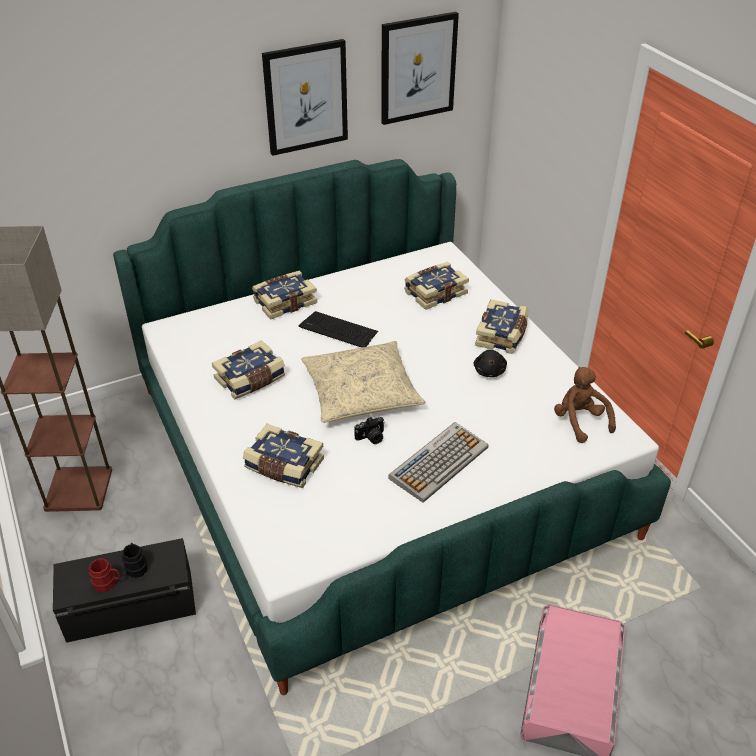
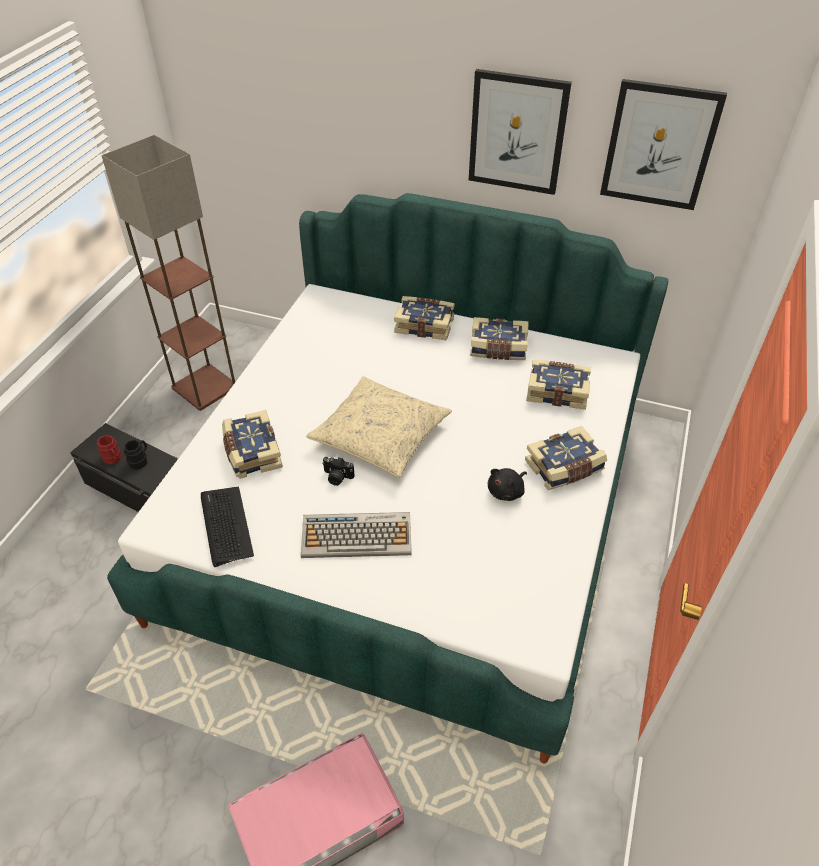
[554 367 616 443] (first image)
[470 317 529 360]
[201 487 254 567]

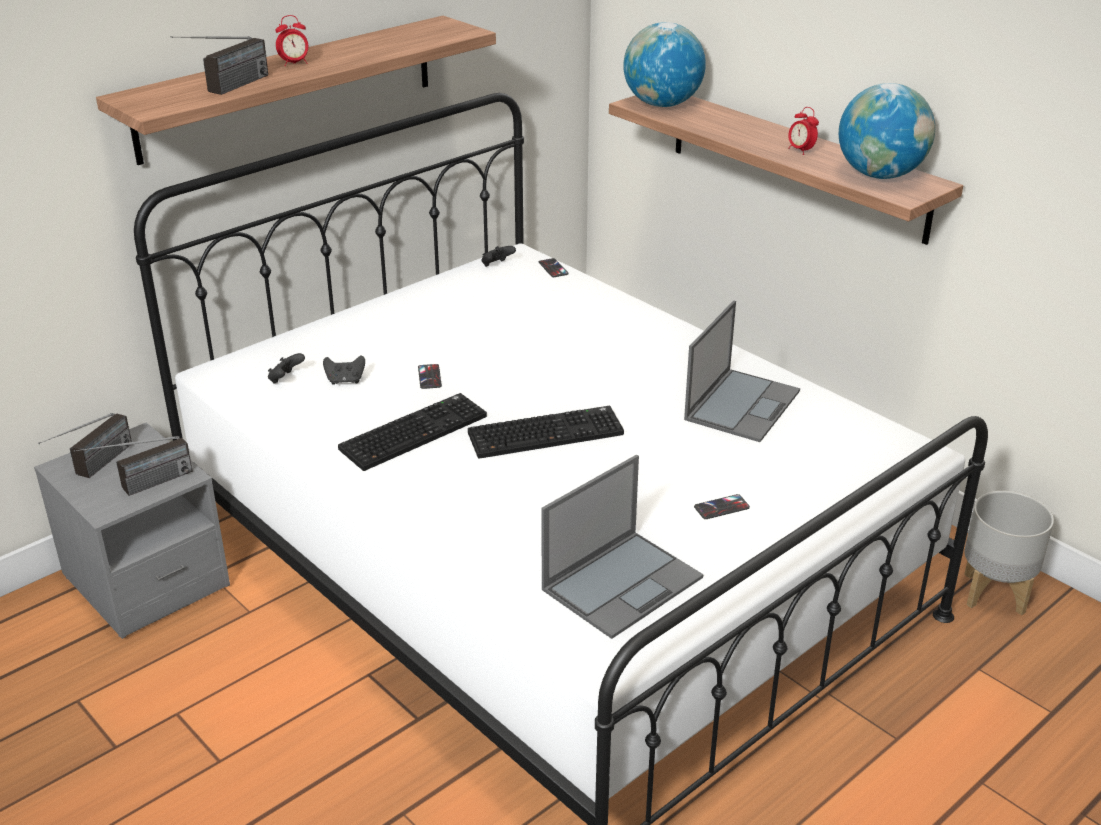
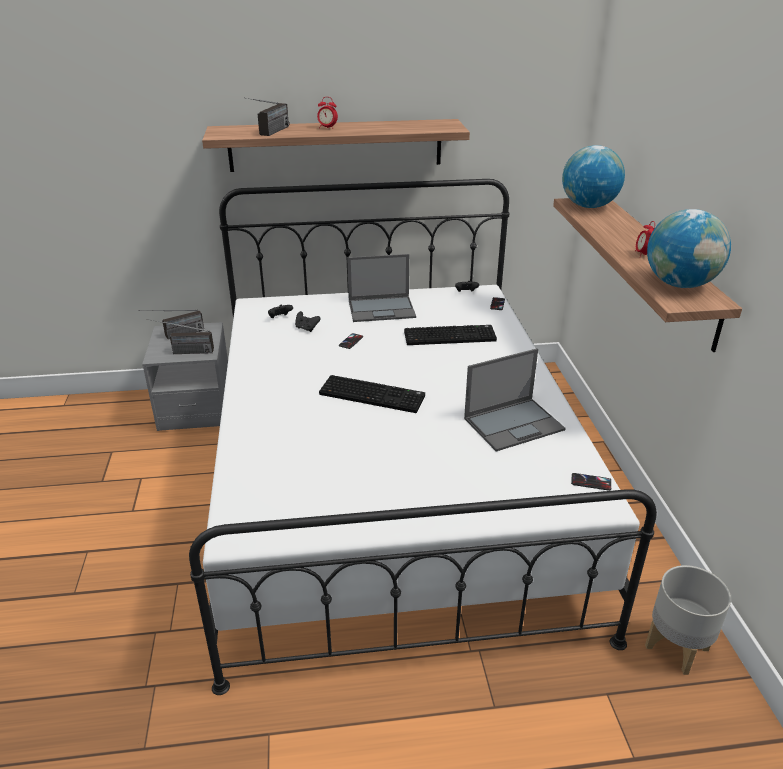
[404 325 497 345]
[347 254 416 322]
[571 473 611 491]
[244 97 290 136]

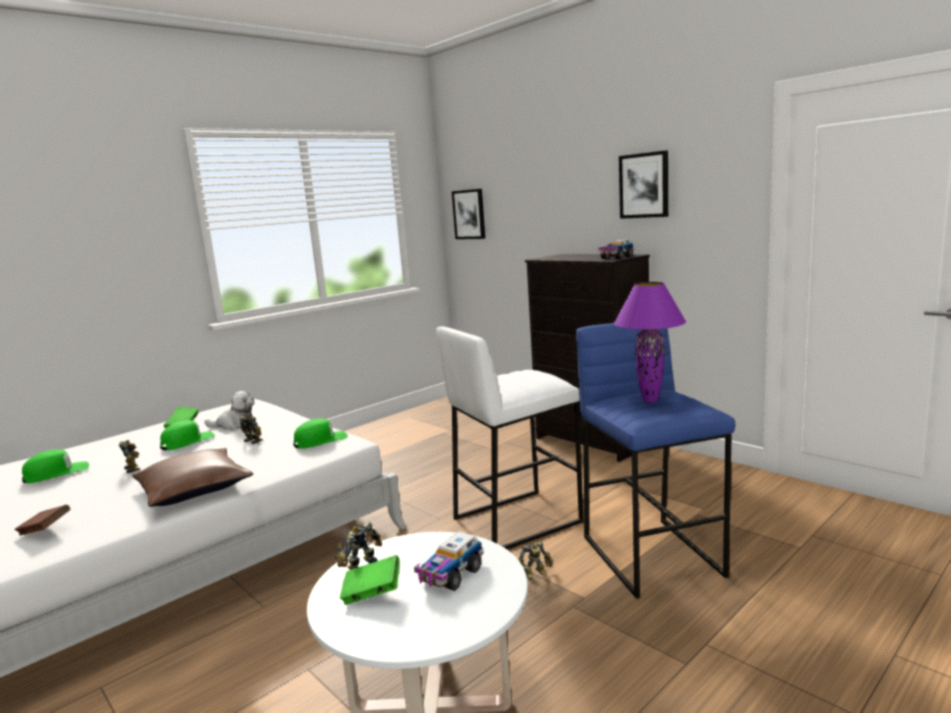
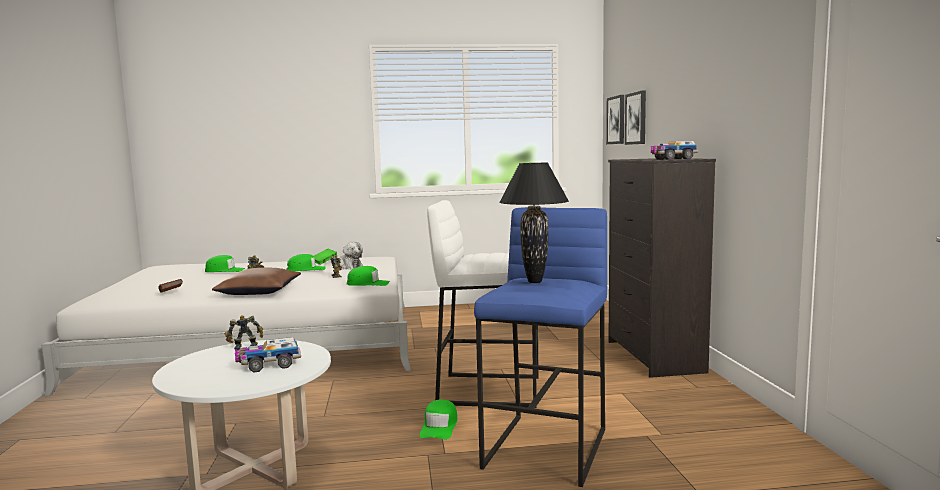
[340 555 400 605] (first image)
[625 90 646 145]
[419 399 457 439]
[499 163 569 283]

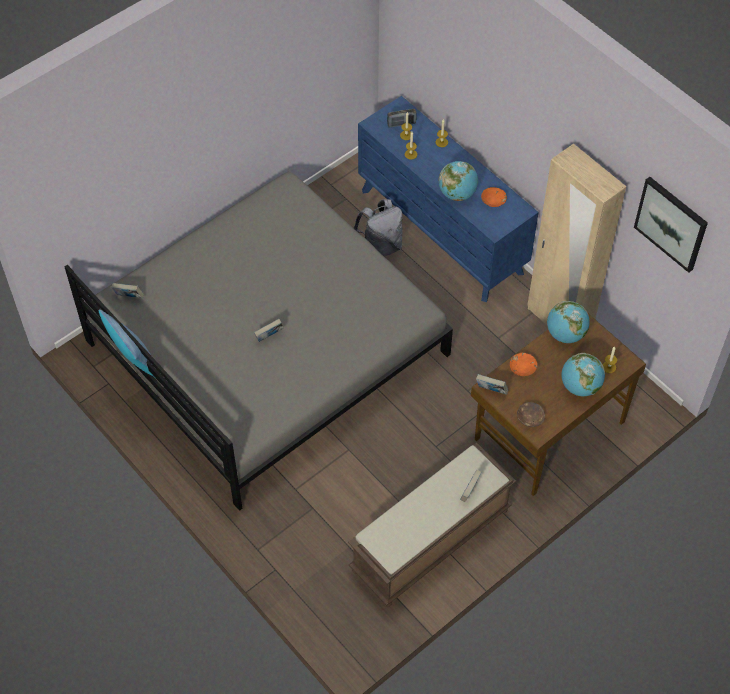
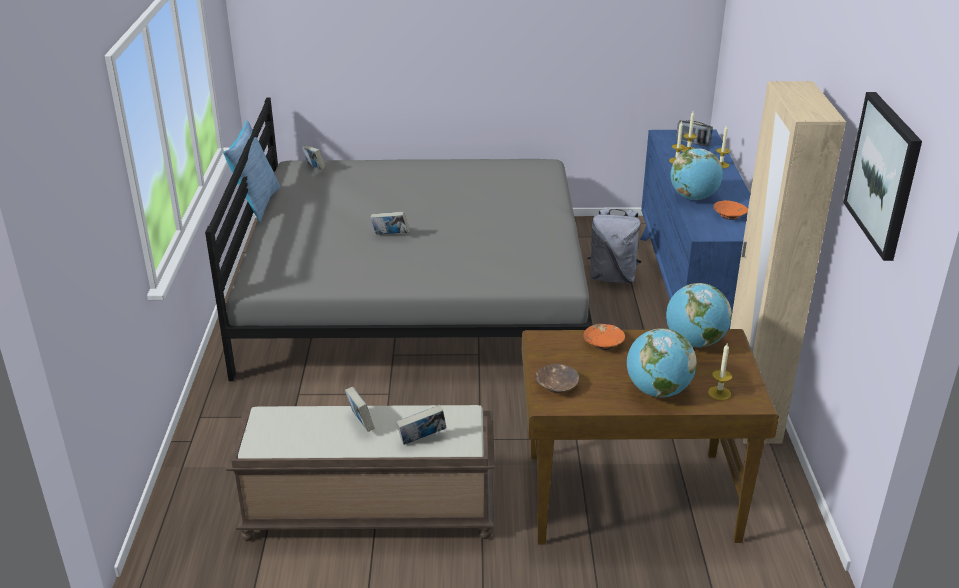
[345 387 374 432]

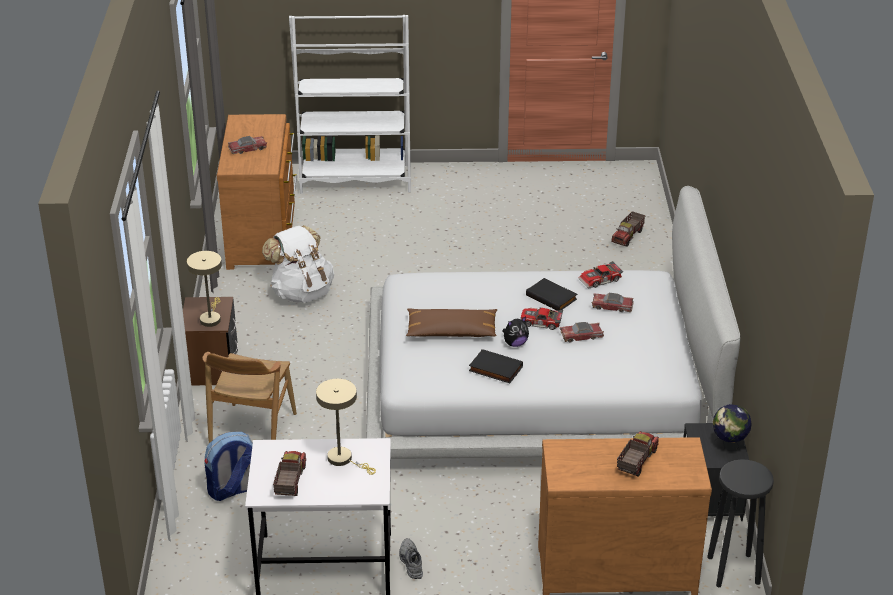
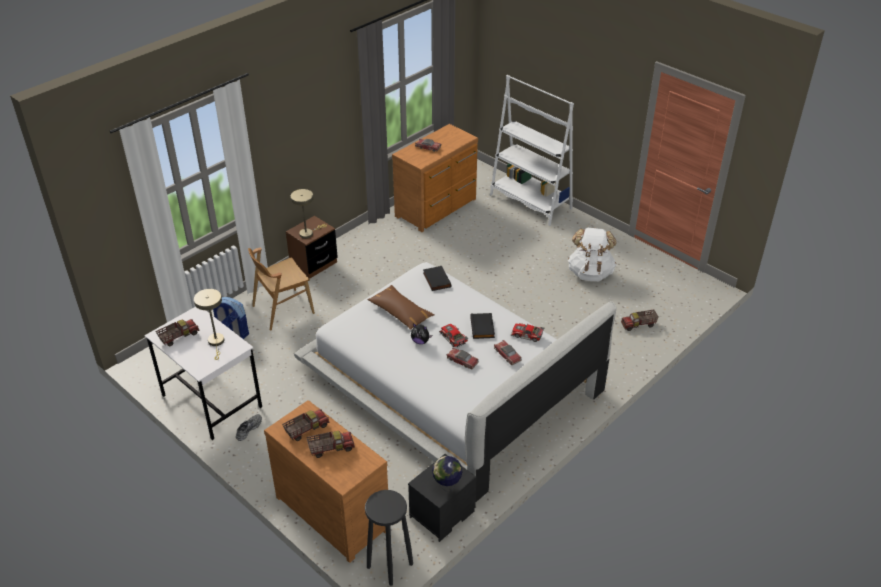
[282 409 329 441]
[568 228 616 281]
[423 266 452 291]

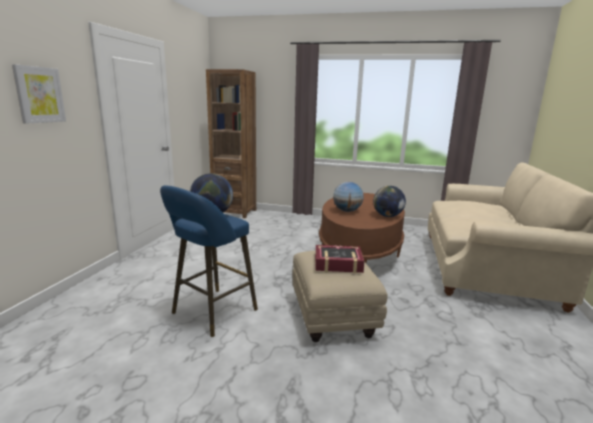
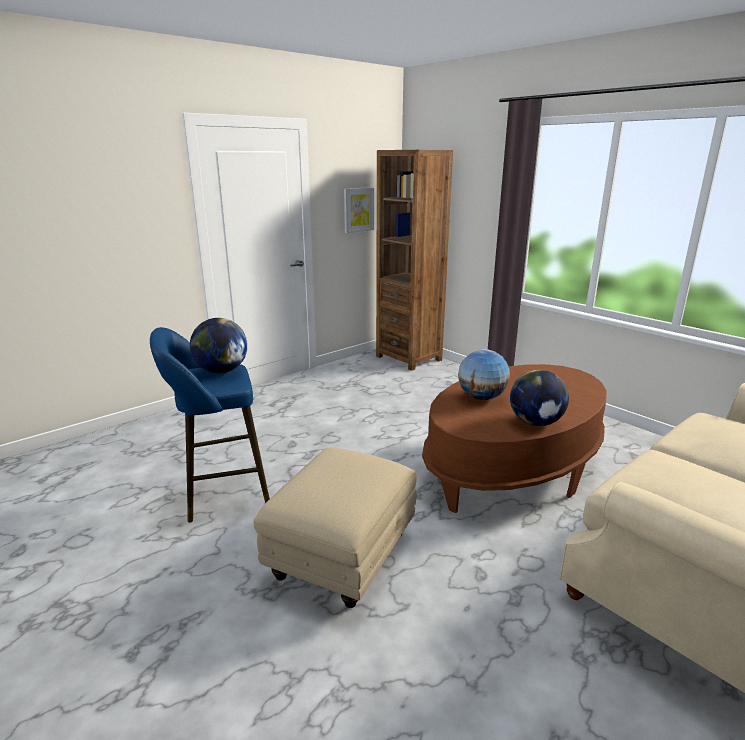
[315 245 365 273] (first image)
[344 187 374 233]

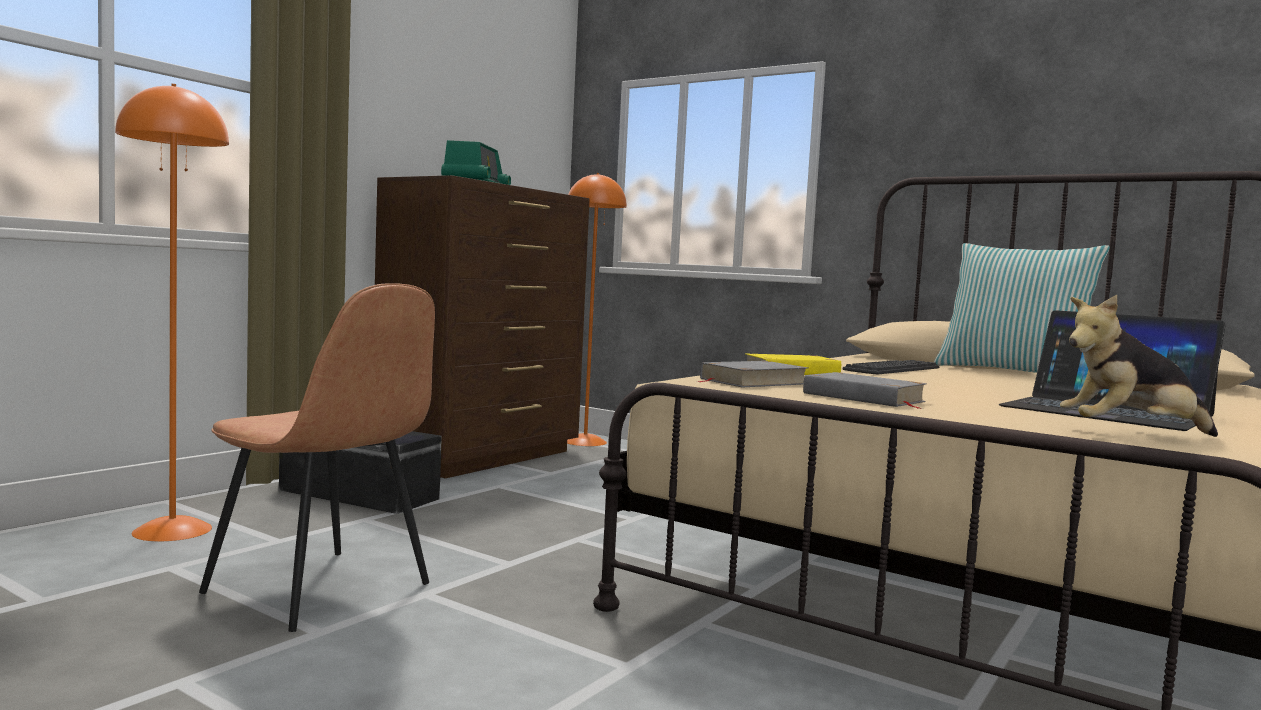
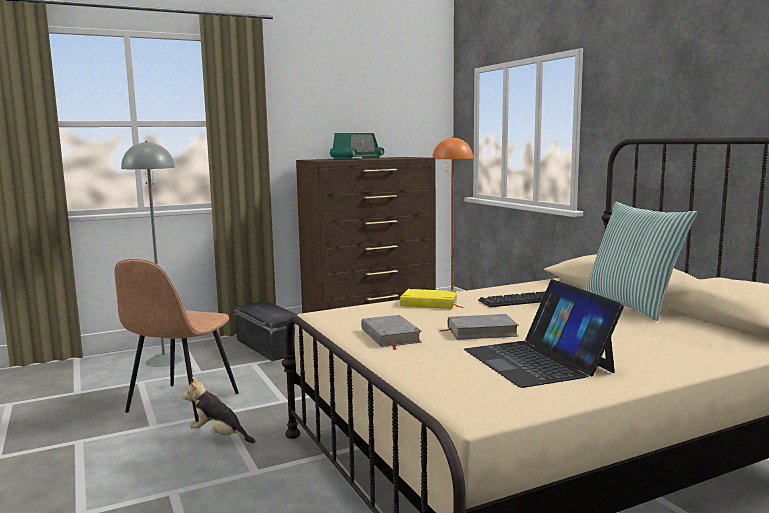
[439 314 519 340]
[182 377 256 443]
[121 141 183 367]
[114 259 239 422]

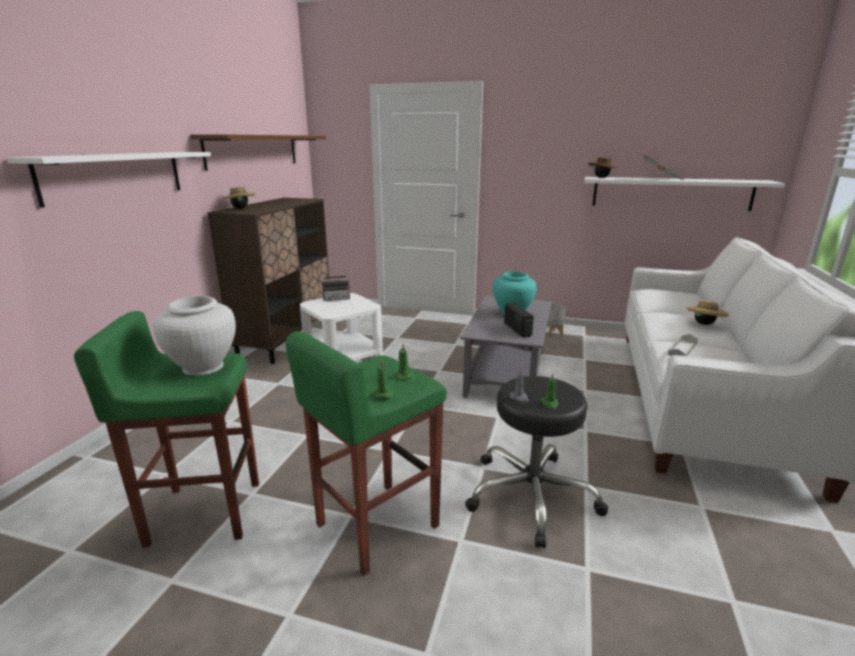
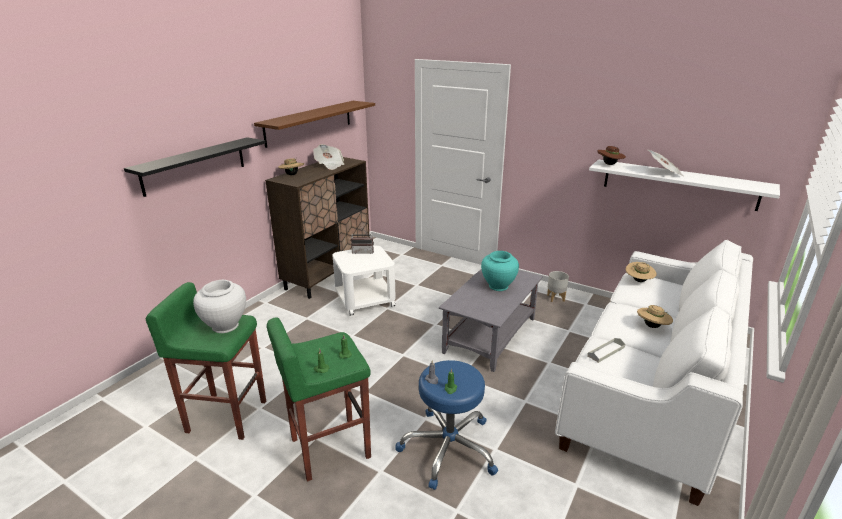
[504 303 534 338] (first image)
[313 144 344 170]
[626 262 657 282]
[124 137 266 197]
[395 360 498 490]

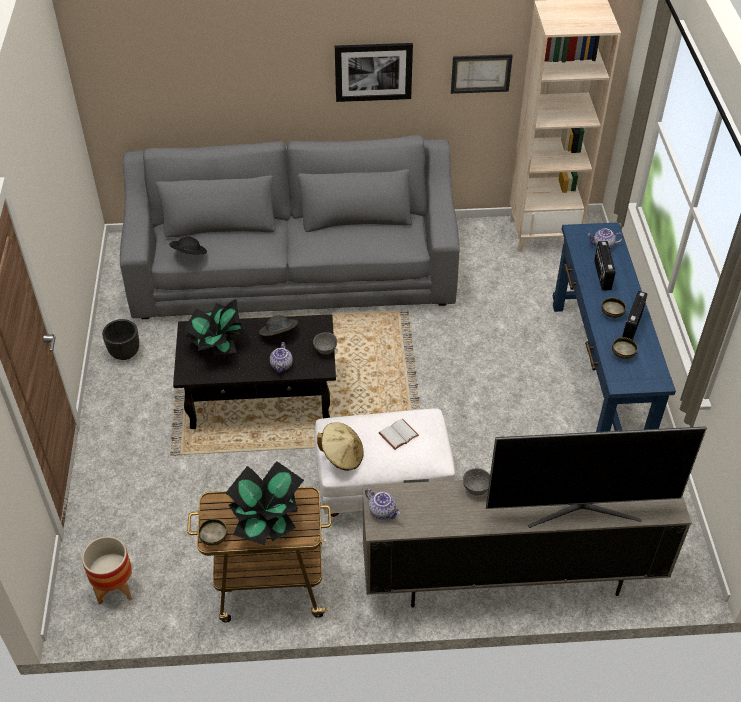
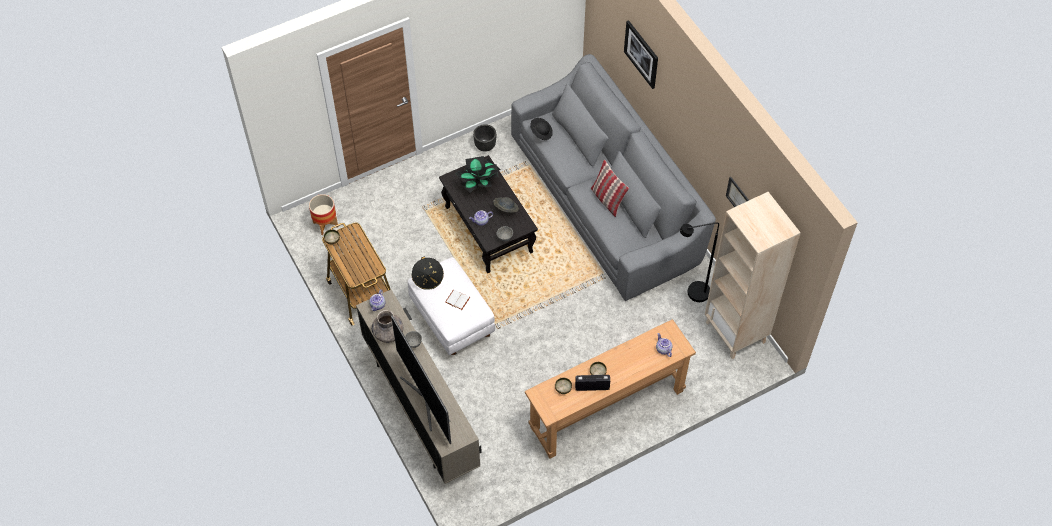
[225 461 304 545] (first image)
[594 241 616 291] (first image)
[372 310 403 343]
[591 160 629 217]
[680 222 719 302]
[624 20 658 89]
[412 257 444 290]
[525 319 696 459]

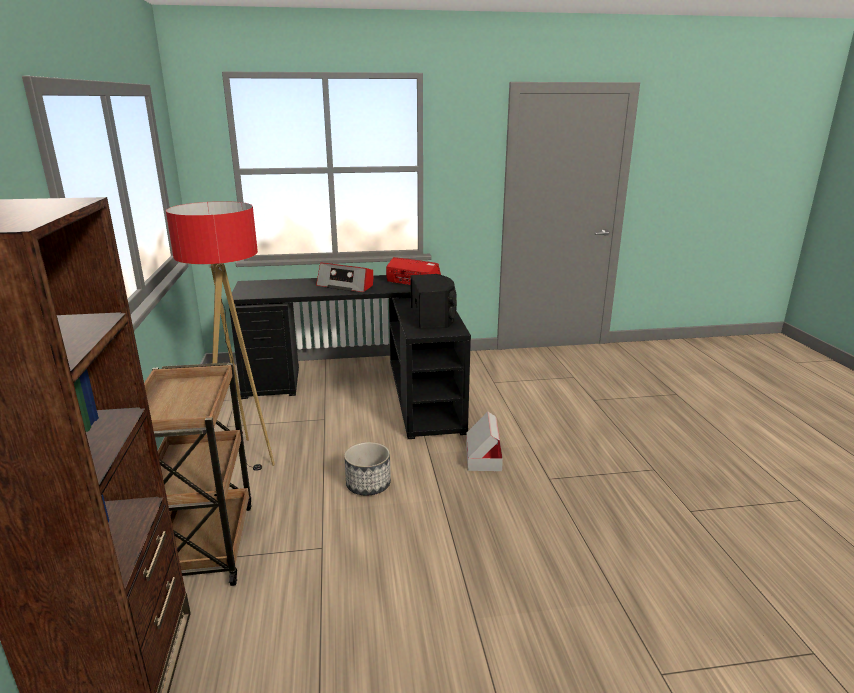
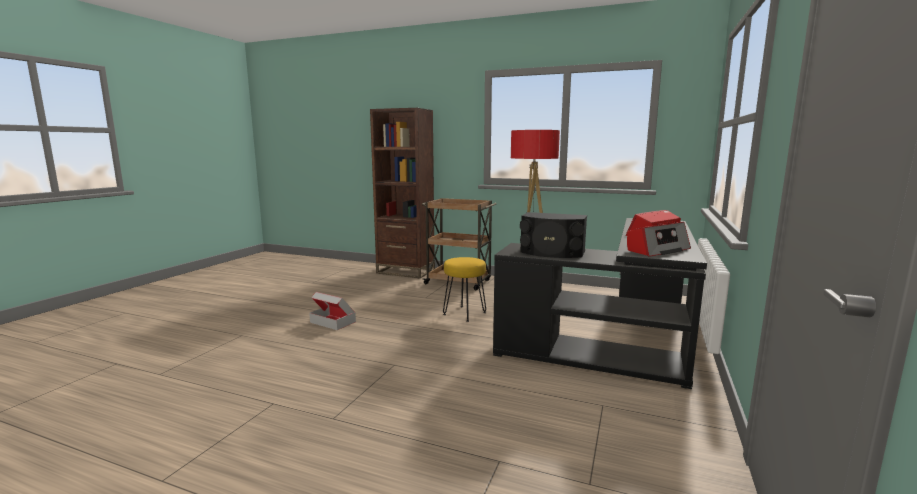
[309 292 356 330]
[443 257 486 322]

